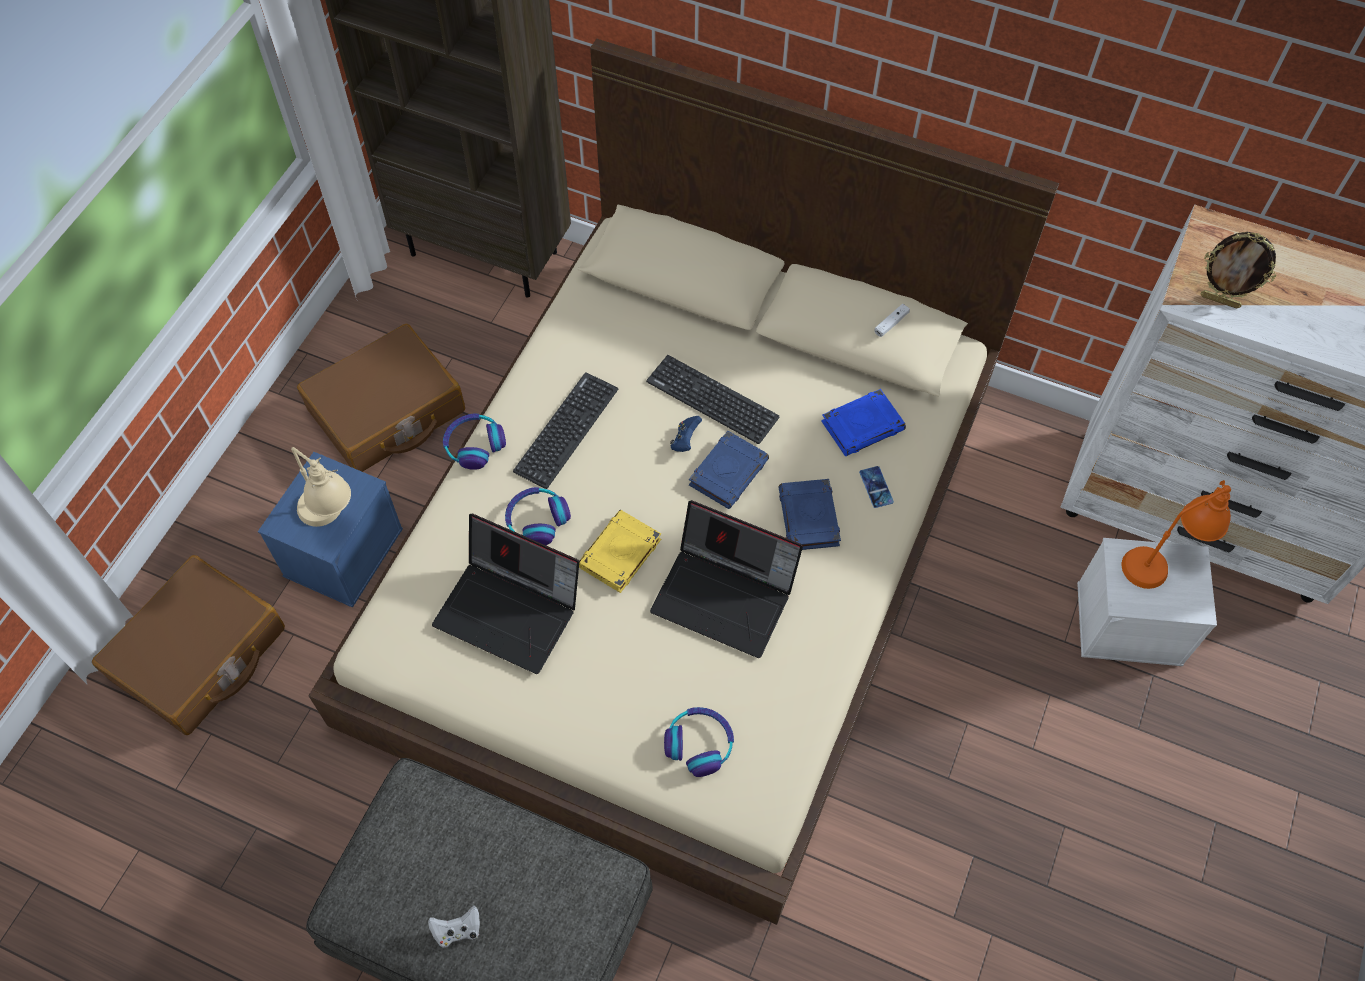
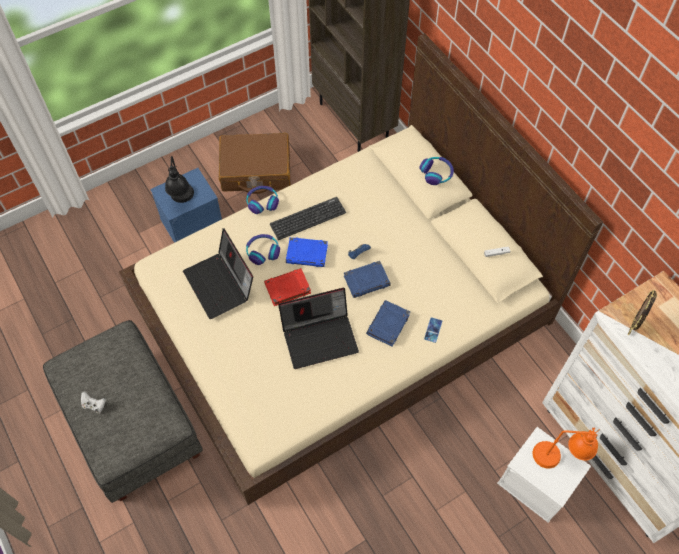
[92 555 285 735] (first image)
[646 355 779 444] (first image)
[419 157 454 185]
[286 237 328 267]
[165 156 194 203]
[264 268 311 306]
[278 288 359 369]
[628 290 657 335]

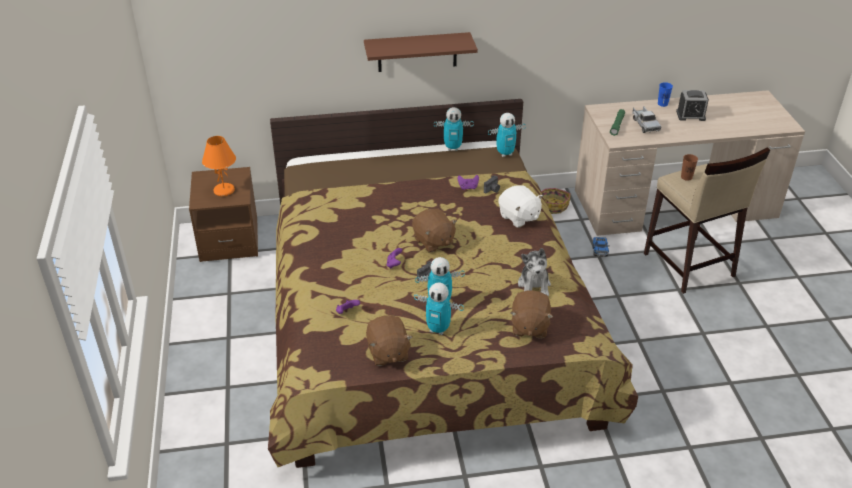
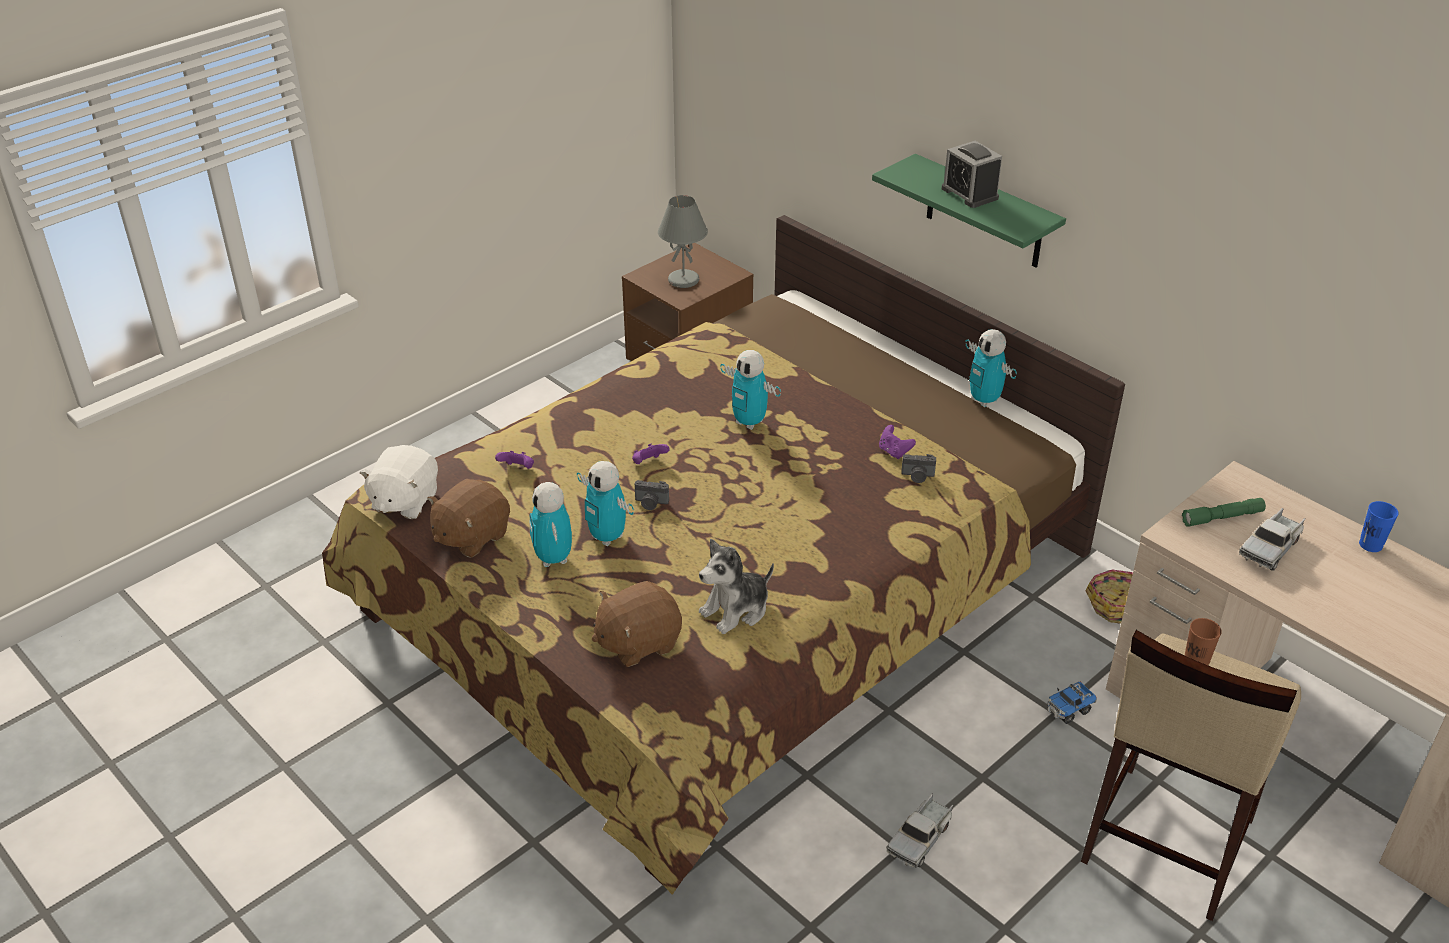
[412 209 457 253] (first image)
[886 793 953 868]
[720 350 781 430]
[359 445 438 519]
[941 141 1002 208]
[658 195 708 288]
[872 154 1066 267]

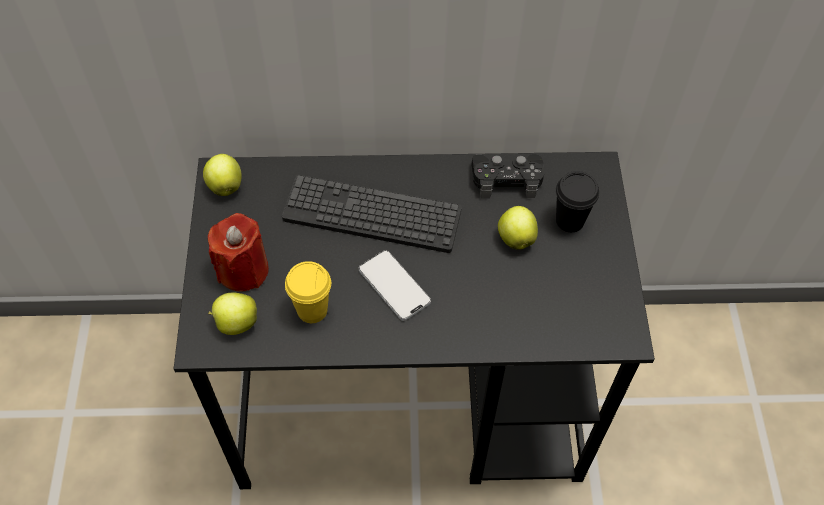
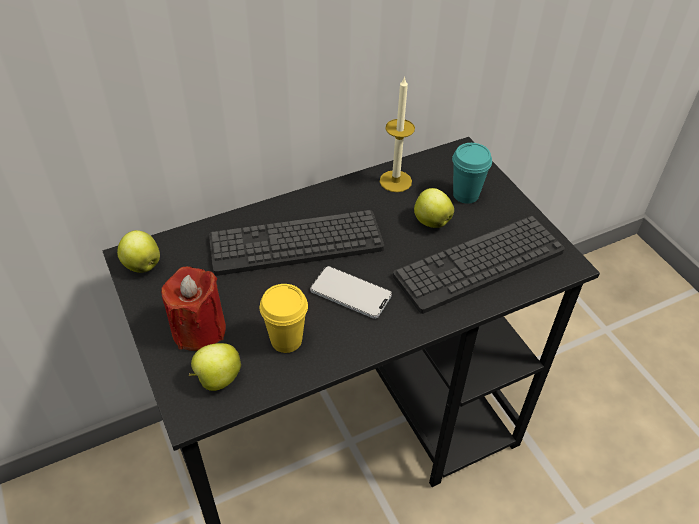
[393 216 565 314]
[380 76 415 192]
[452 143 492 204]

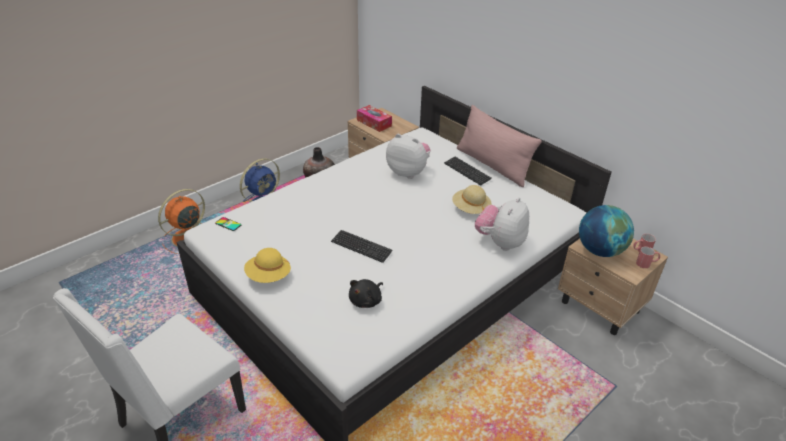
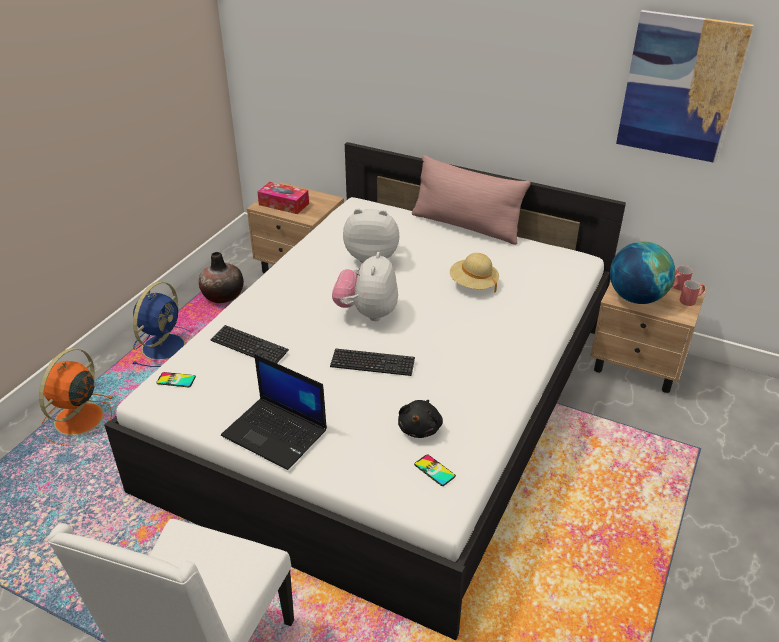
[414 454 456 486]
[616 10 754 163]
[210 325 289 363]
[332 252 398 321]
[221 354 327 470]

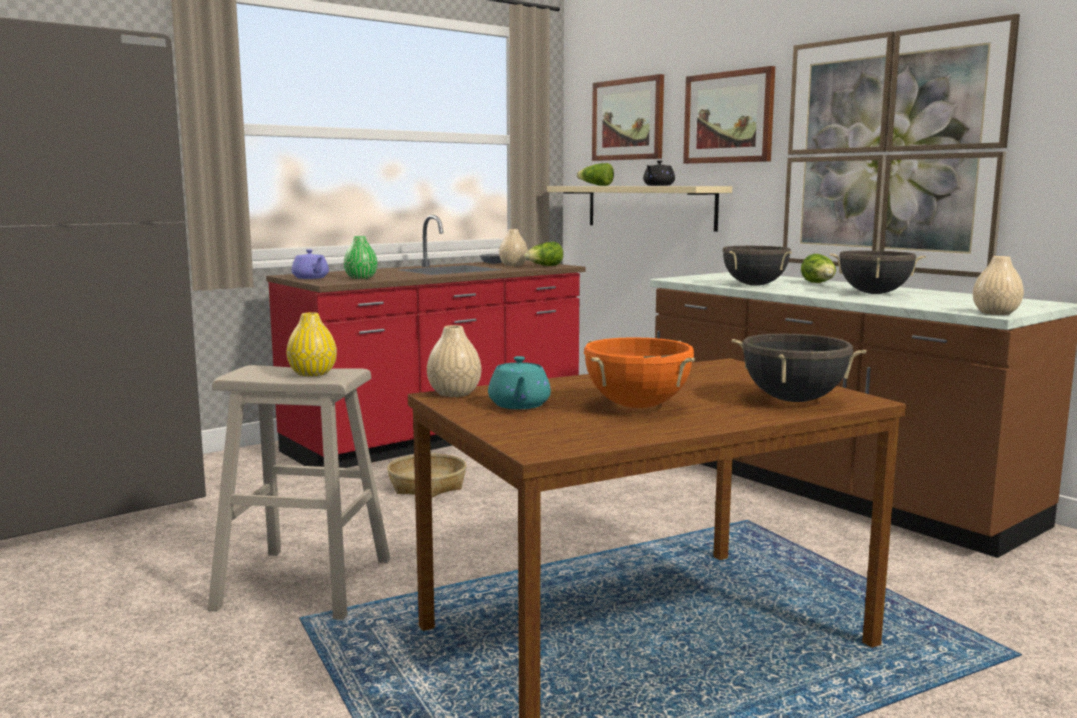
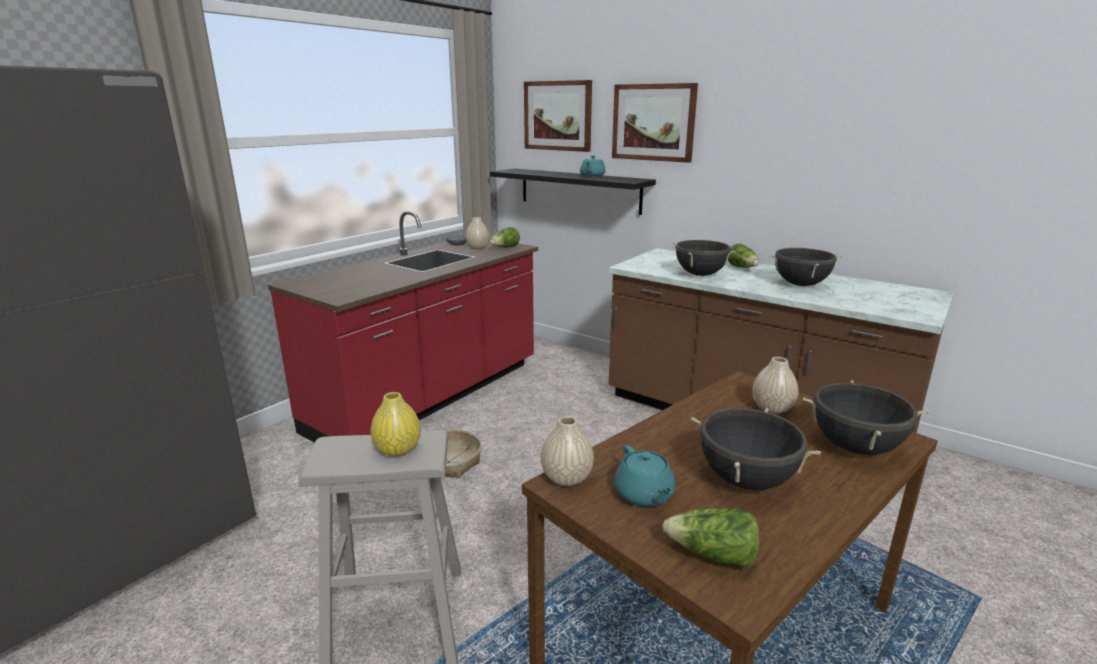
[292 250 329 279] (first image)
[344 236 378 279] (first image)
[783 14 1020 277] (first image)
[662 508 759 568]
[752 357 798 414]
[490 168 656 215]
[691 408 821 490]
[580 156 606 177]

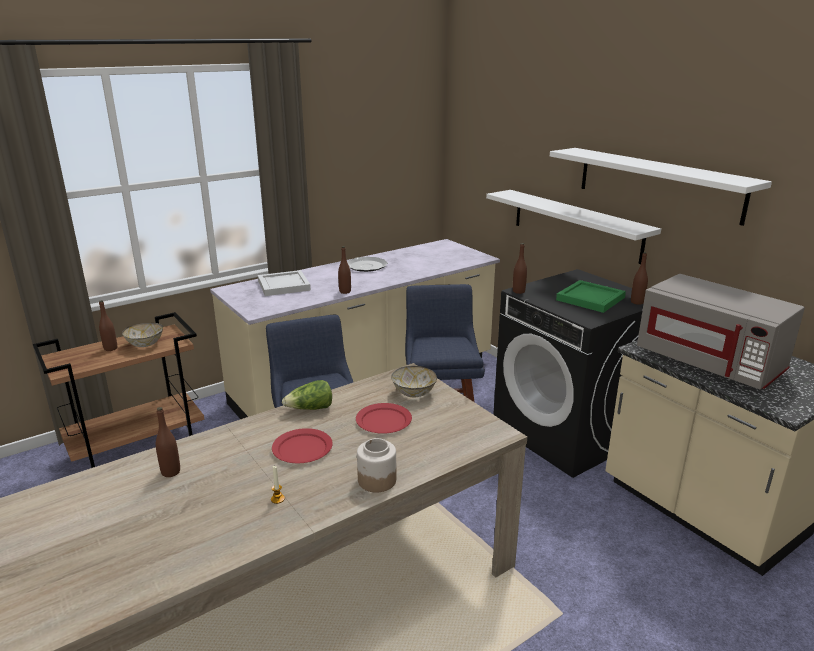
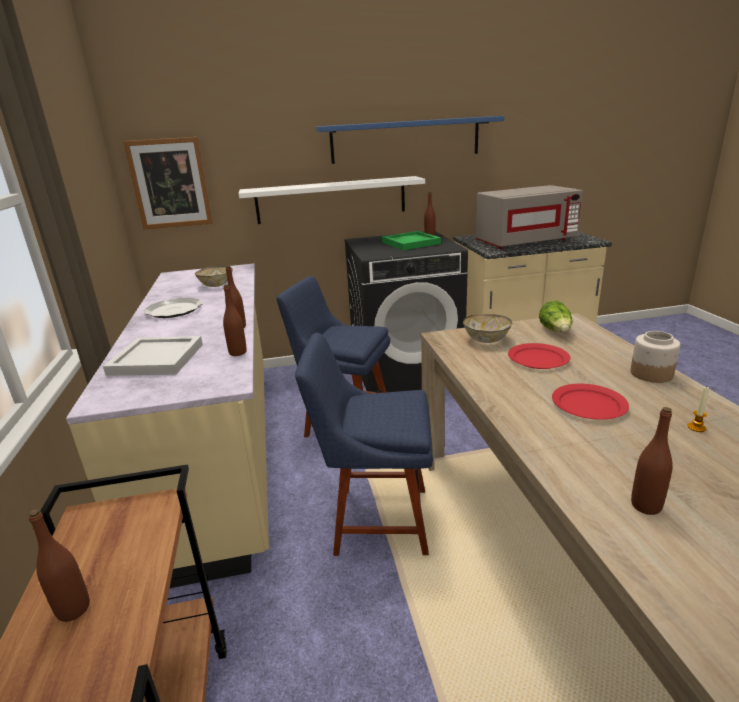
[123 137 213 229]
[195 266 233 287]
[539 301 573 332]
[223 284 247 356]
[315 116 504 164]

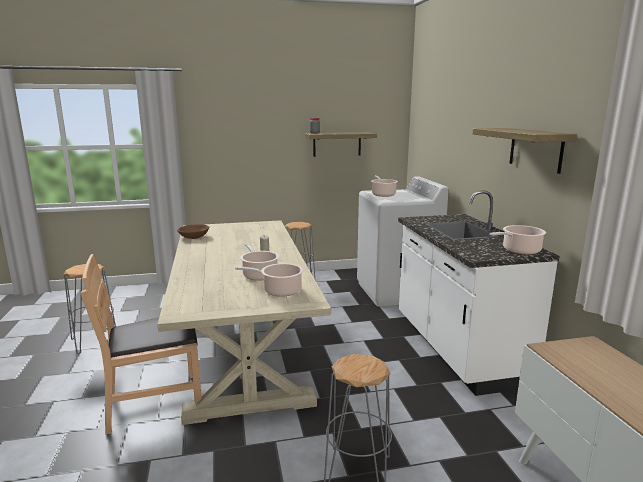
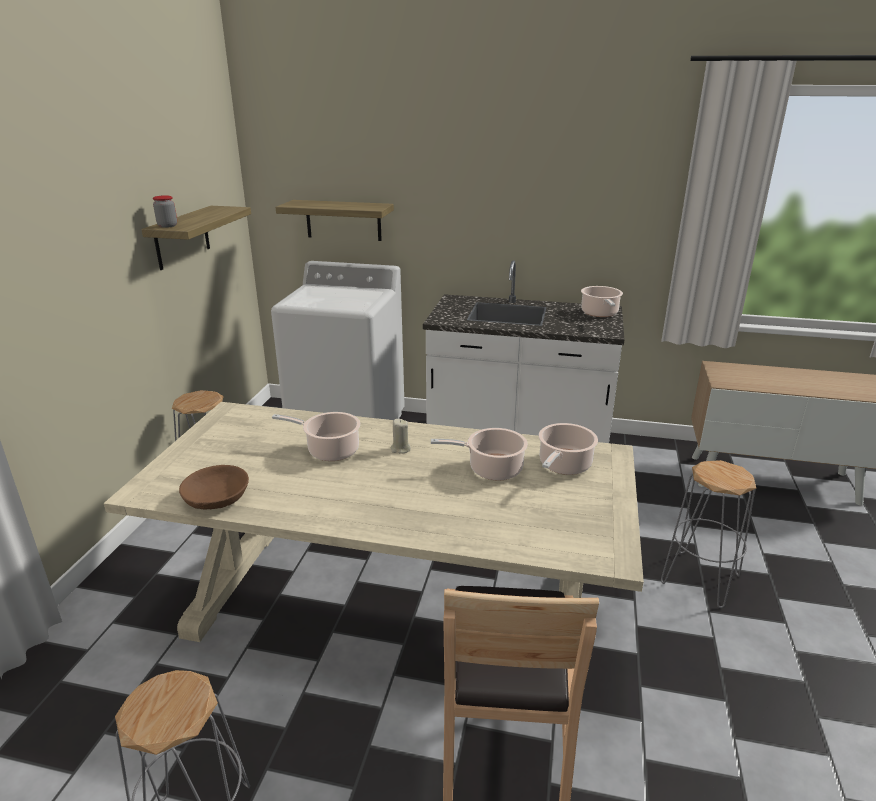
[272 412 360 461]
[276 200 394 241]

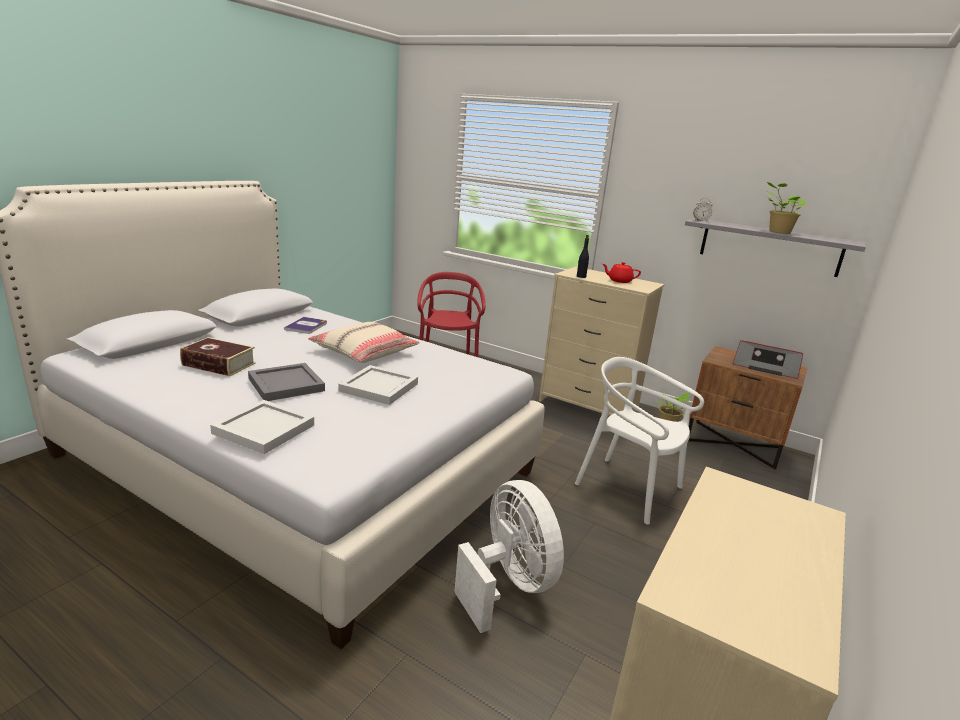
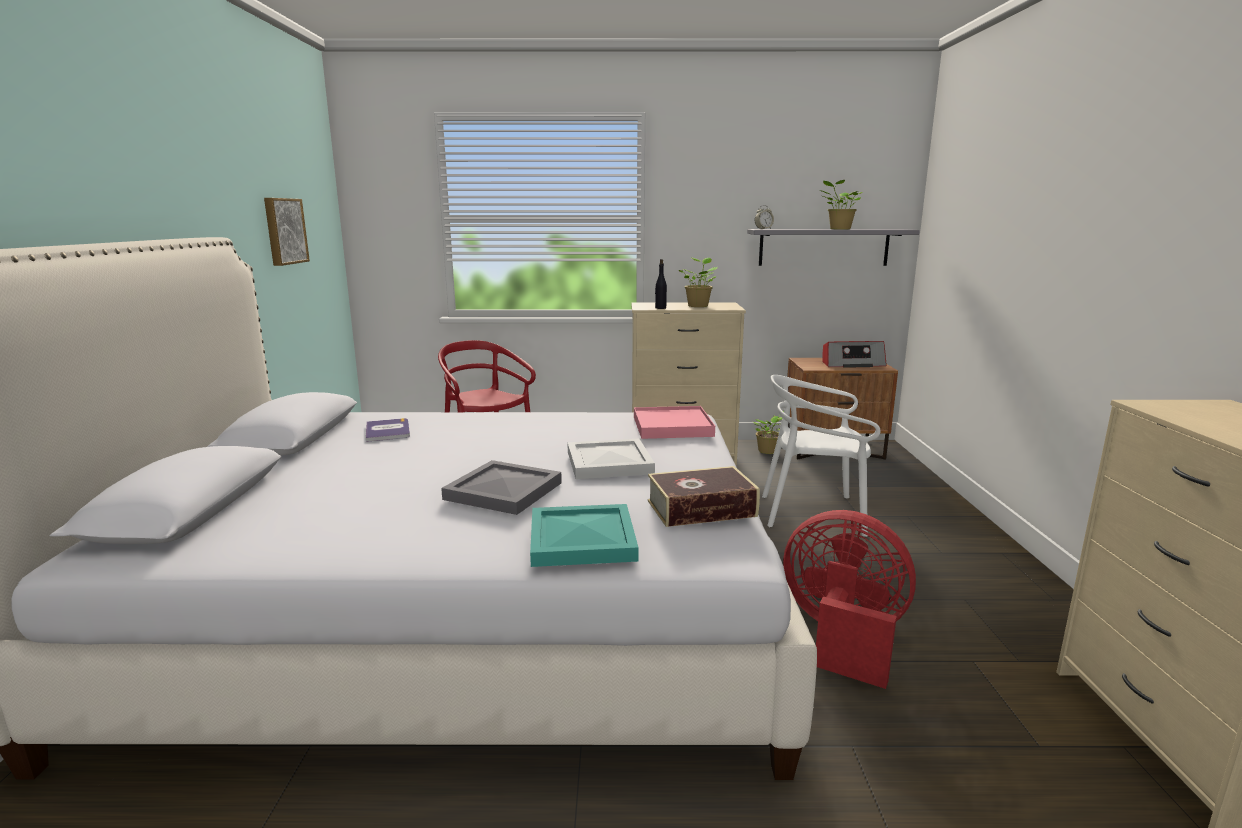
[308 322 420 363] (first image)
[264 198 310 266]
[634 406 715 439]
[648 466 760 527]
[679 257 718 307]
[530 504 639 567]
[783 510 916 689]

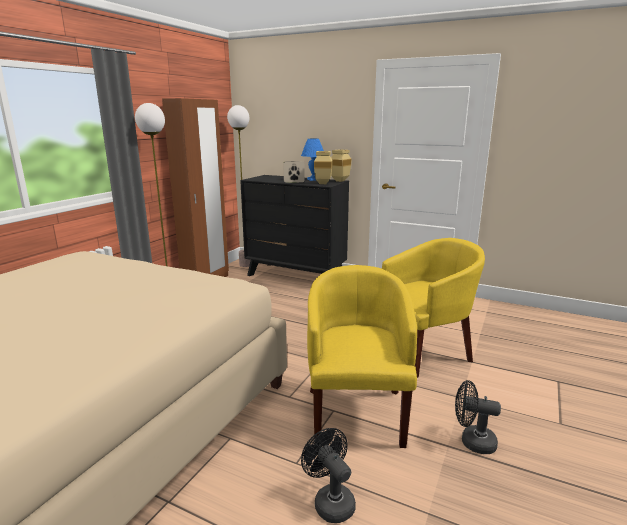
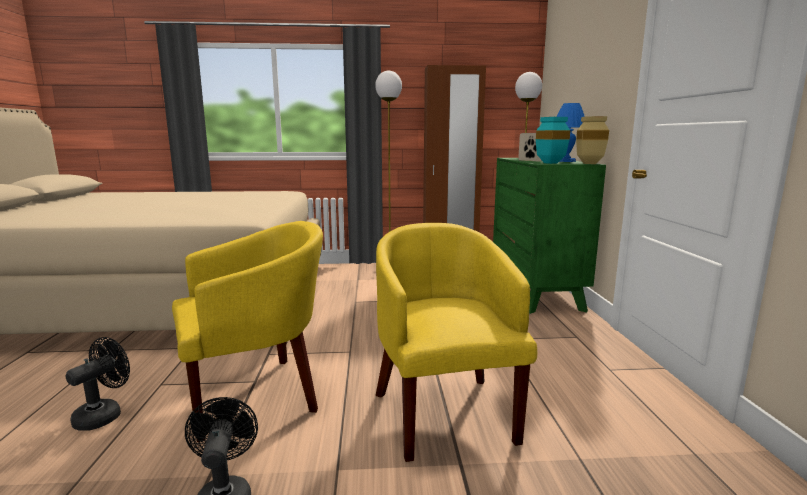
[493 158 606 314]
[536 117 570 164]
[376 223 537 462]

